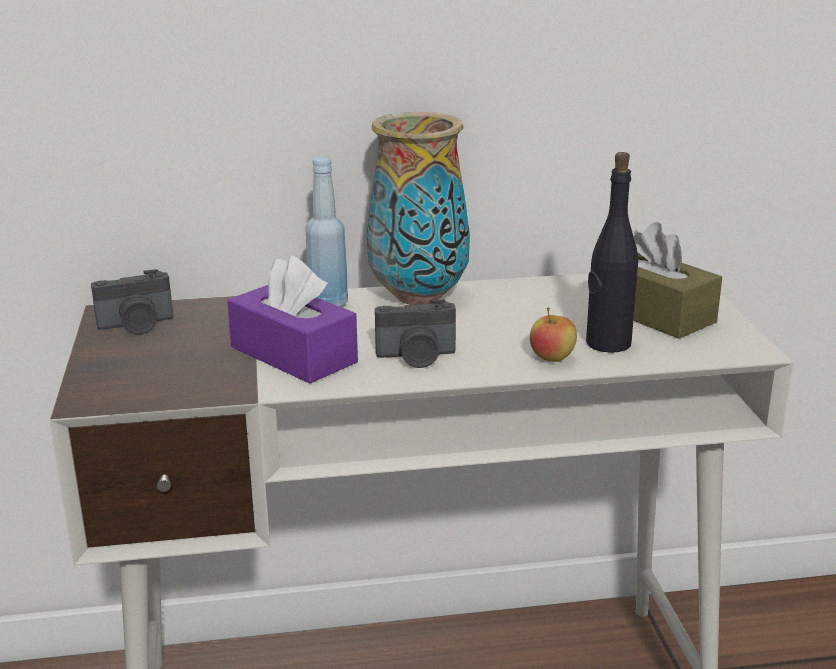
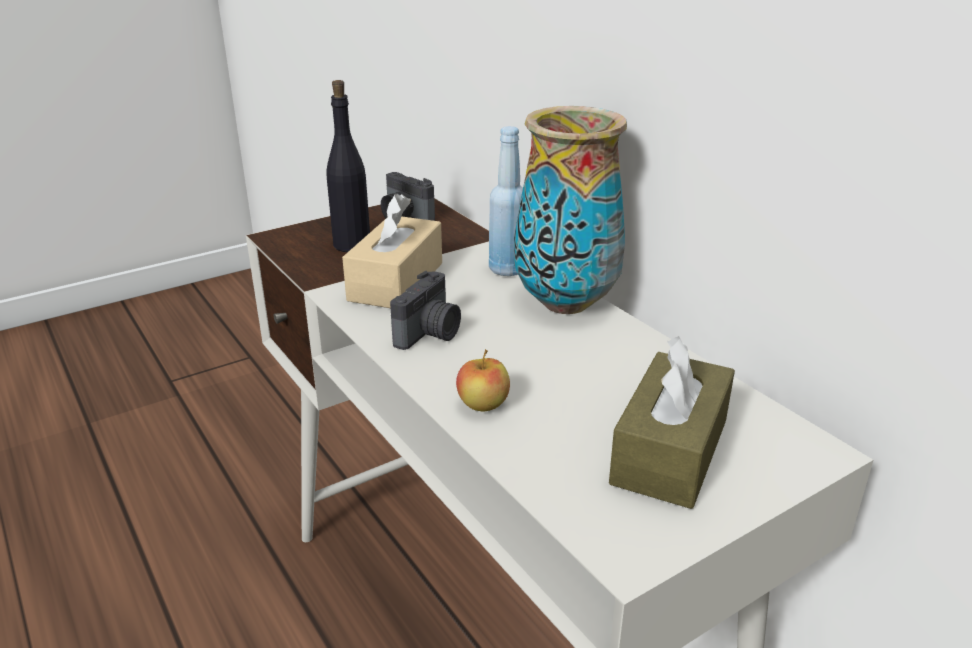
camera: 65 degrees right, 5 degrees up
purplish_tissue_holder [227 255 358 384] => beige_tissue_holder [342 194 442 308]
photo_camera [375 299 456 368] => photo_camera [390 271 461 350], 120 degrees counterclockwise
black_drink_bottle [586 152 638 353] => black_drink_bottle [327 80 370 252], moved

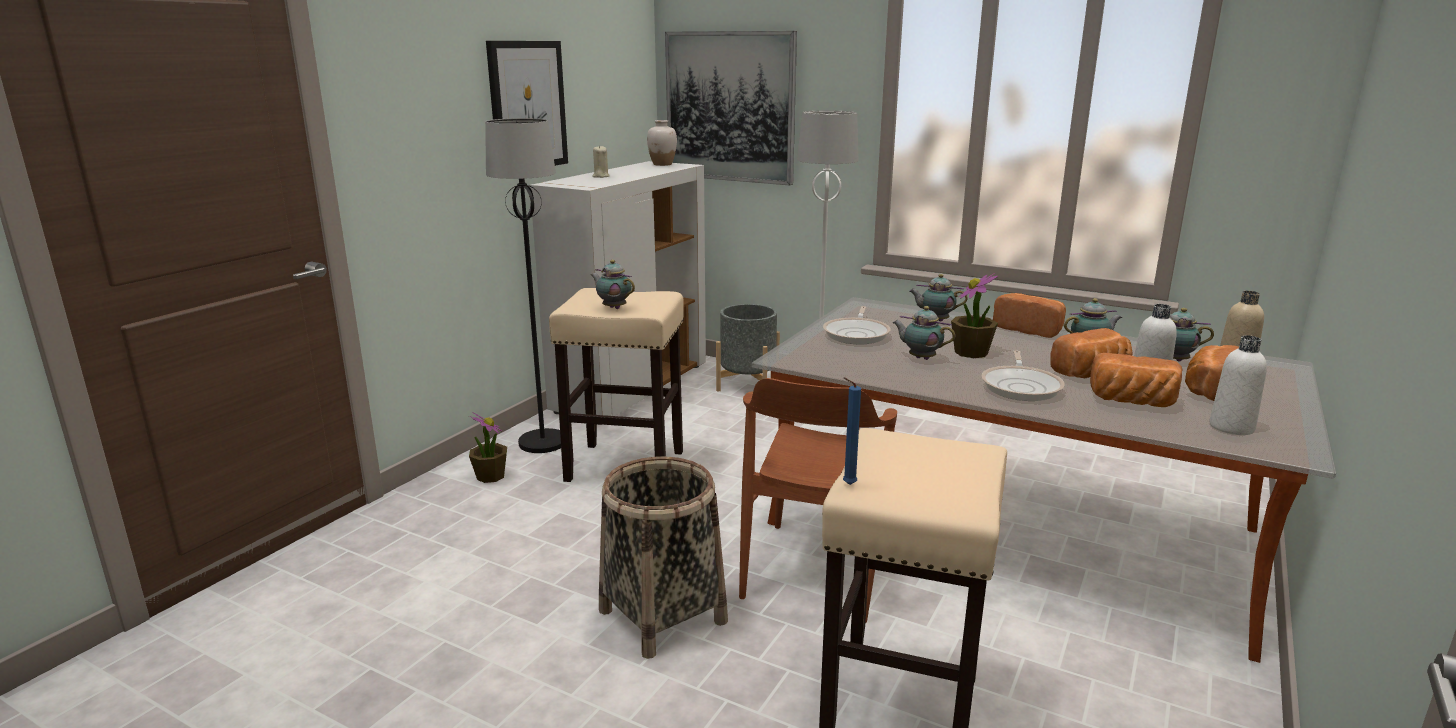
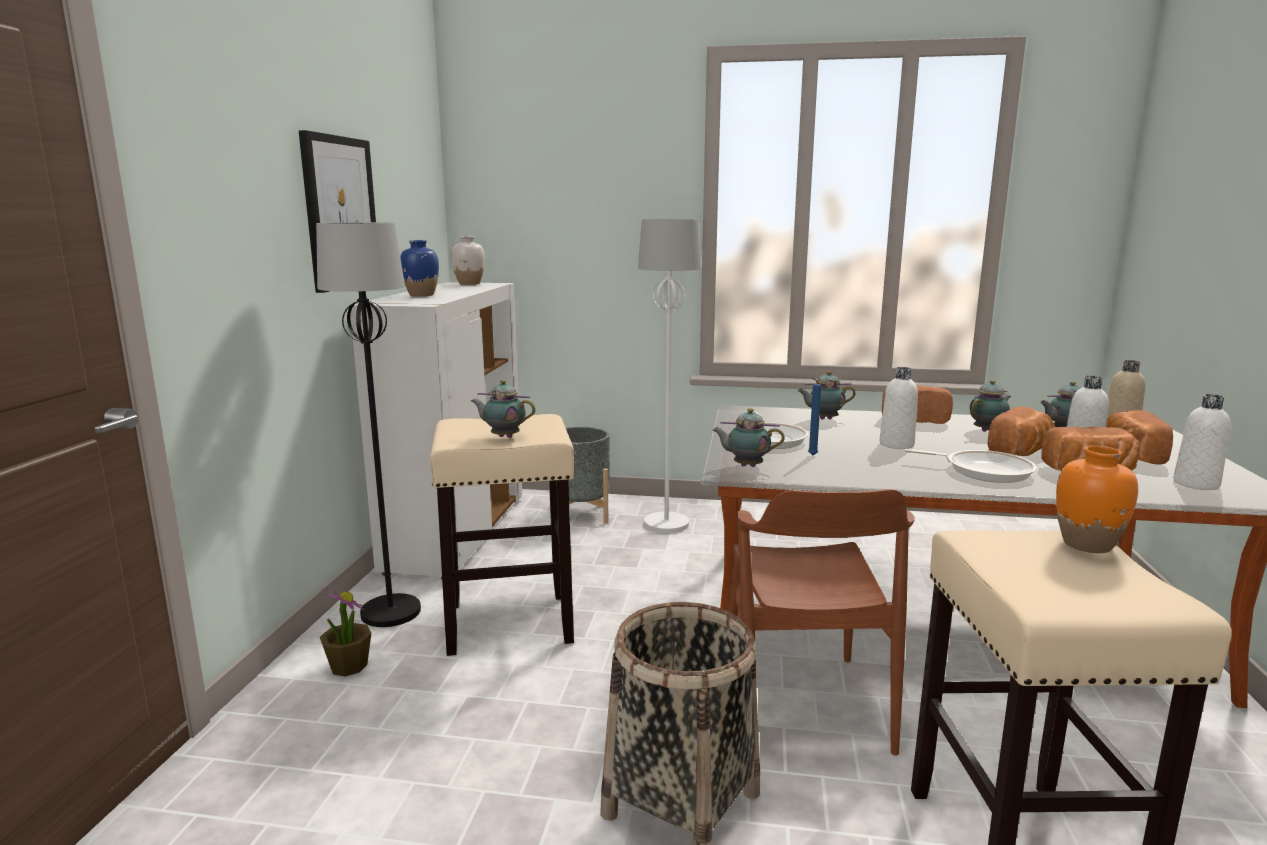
camera: 20 degrees left, 5 degrees down
beige_candle [592 145 610 178] => blue_decorative_vase [400 240 439 296]
wall_art [665 31 797 185] => nothing
blue_candle [843 378 861 485] => blue_candle [808 378 821 456], moved
tea_pot [892 306 955 360] => tea_pot [712 408 785 467], moved
plant_in_a_pot [951 273 998 358] => white_drink_bottle [879 367 918 449]
skillet [981 351 1065 401] => skillet [904 449 1037 483], 60 degrees counterclockwise
nothing => orangey_decorative_vase [1056 446 1138 553]

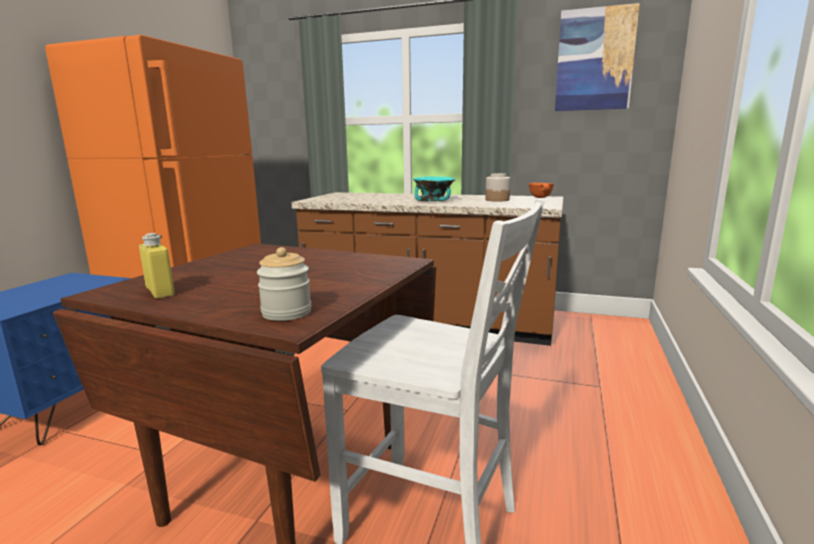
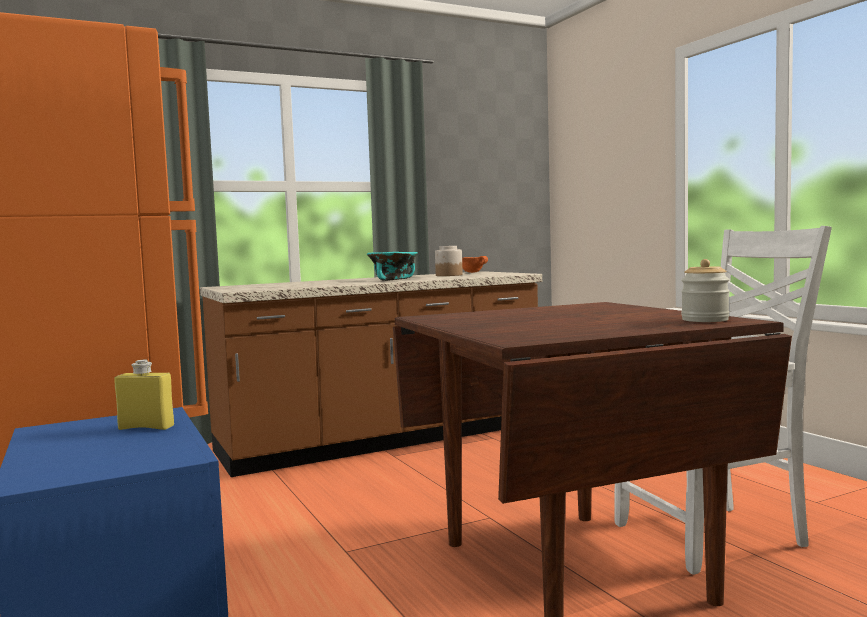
camera: 45 degrees left, 10 degrees down
yellowish_drink_bottle [139 233 175 298] => yellowish_drink_bottle [114 360 174 430], moved
wall_art [555 3 640 111] => nothing

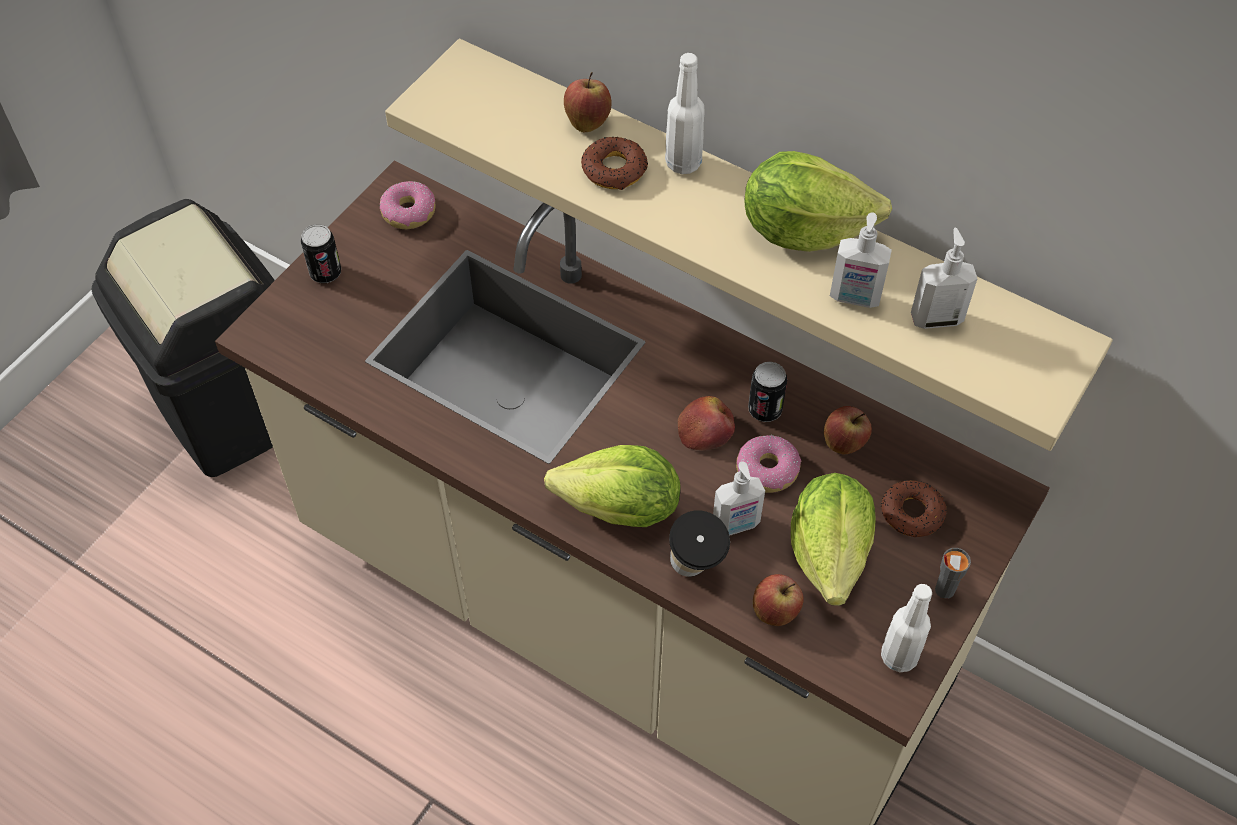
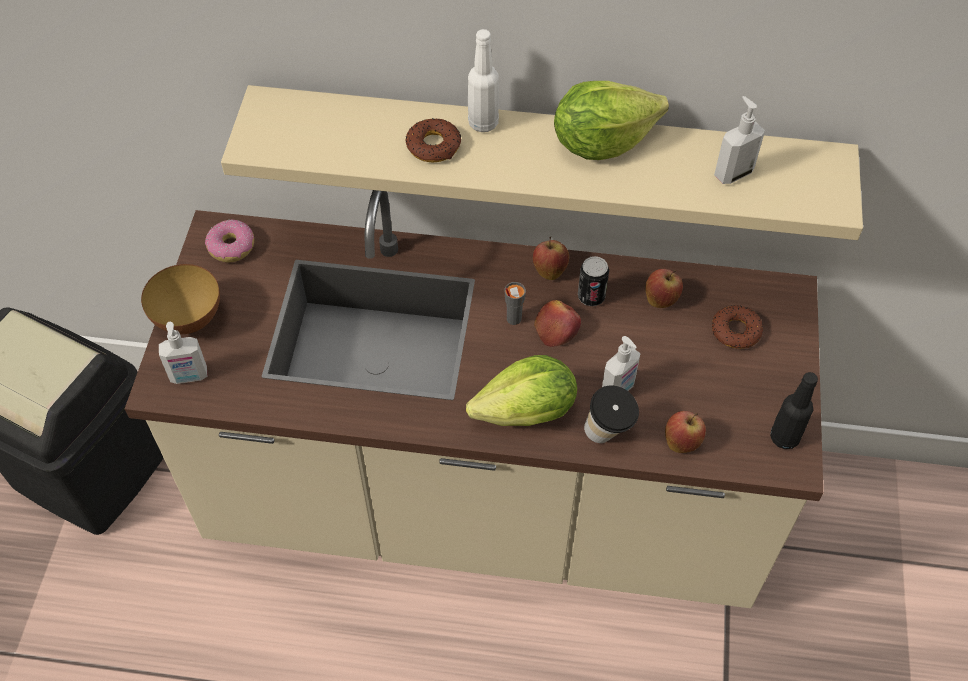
camera: 25 degrees left, 0 degrees up
can [301 224 341 283] => serving_bowl [141 264 220 334]
apple [564 72 611 132] => apple [533 237 569 280], moved
ring_doughnut [736 435 801 493] => nothing
head_of_lettuce [791 473 876 606] => nothing
liquid_soap_bottle [830 212 892 308] => liquid_soap_bottle [159 322 207 384], moved
white_drink_bottle [881 584 932 672] => black_drink_bottle [770 372 818 449]
greyish_cup [935 548 971 599] => greyish_cup [504 282 526 325], moved

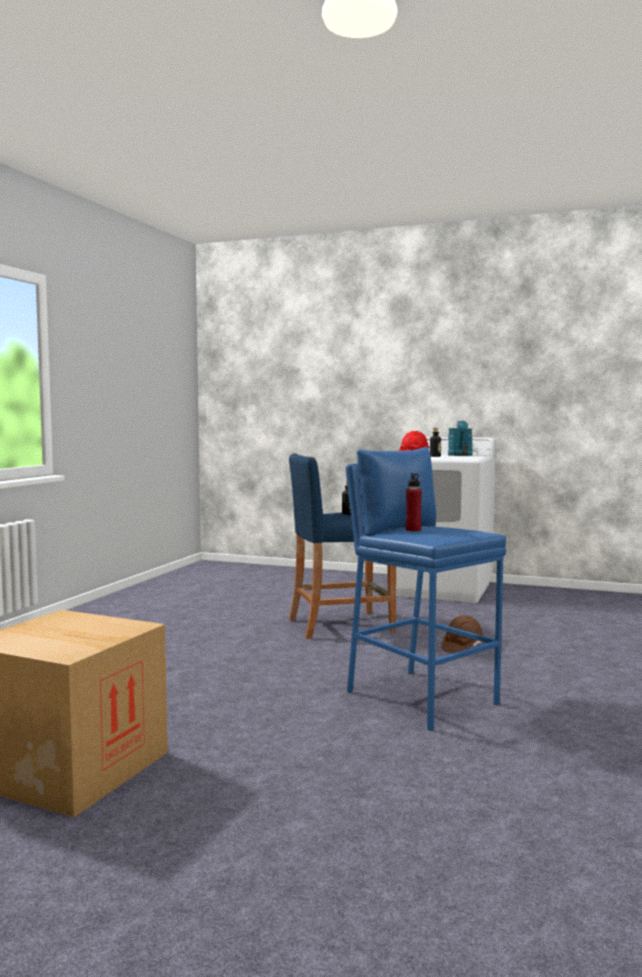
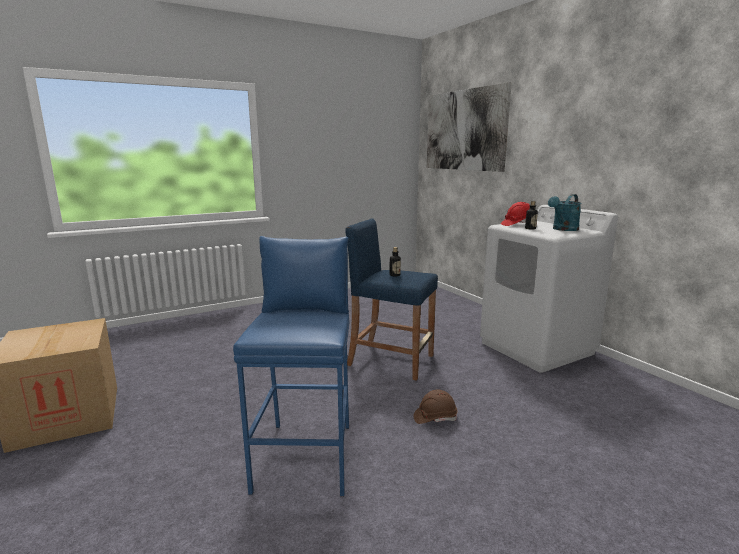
camera: 40 degrees right, 10 degrees up
red-coloured_drink_bottle [406 473 422 531] => nothing
nothing => wall_art [427 82 512 172]

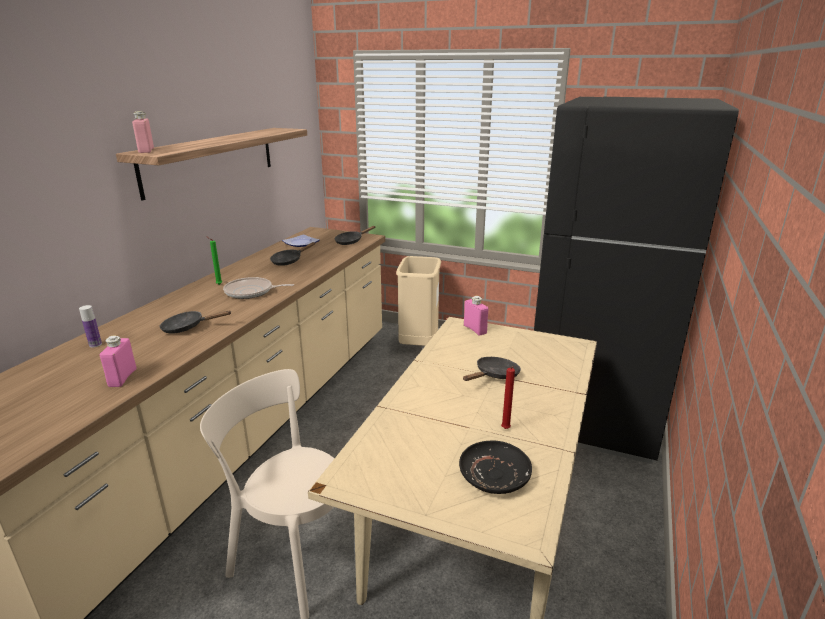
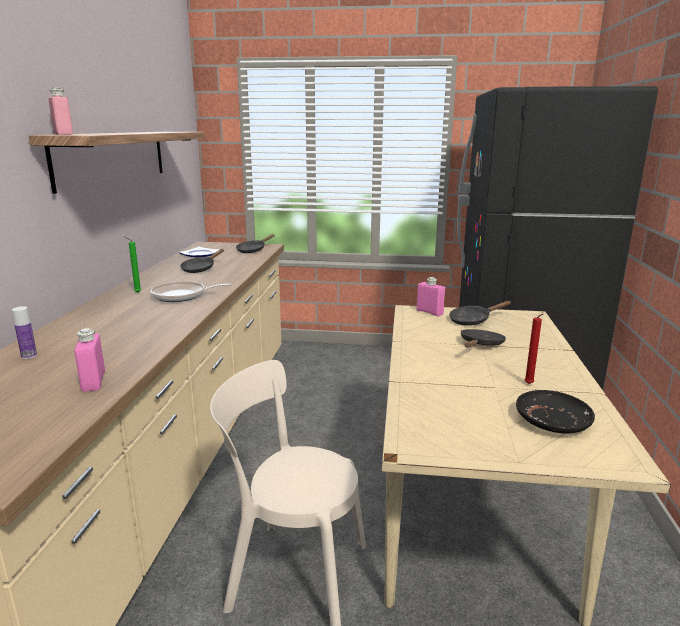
camera: 15 degrees left, 5 degrees down
black_skillet [160 310 231 334] => black_skillet [449 301 511 326], moved
beige_rubbish_bin [396 256 441 346] => nothing

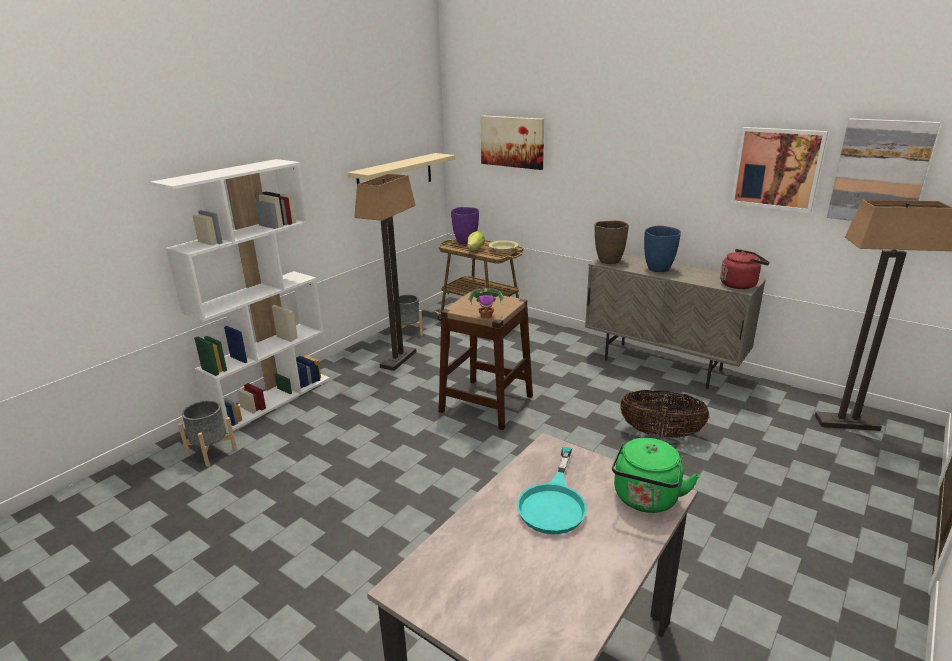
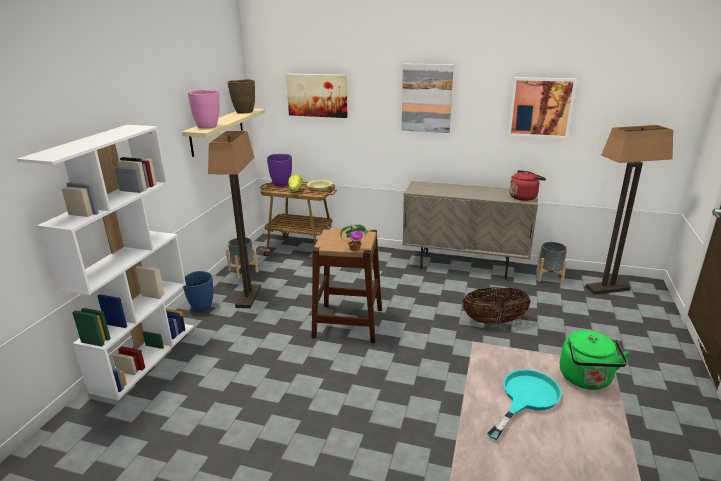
camera: 20 degrees left, 0 degrees up
greyish_flower_pot [178 400 237 467] => greyish_flower_pot [537 242 567 284], moved
turquoise-coloured_skillet [517 447 587 535] => turquoise-coloured_skillet [487 369 562 440], 135 degrees counterclockwise
brownish_decorative_vase [595 220 629 264] => brownish_decorative_vase [228 79 255 114], moved
blue_decorative_vase [644 226 681 272] => blue_decorative_vase [183 271 213 312], moved
wall_art [827 118 940 221] => wall_art [402 64 454 133], moved
nothing => pink_decorative_vase [188 89 220 129]

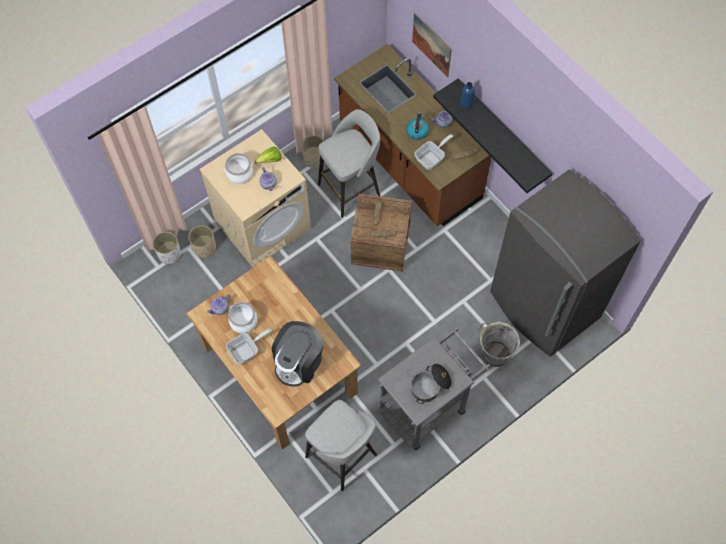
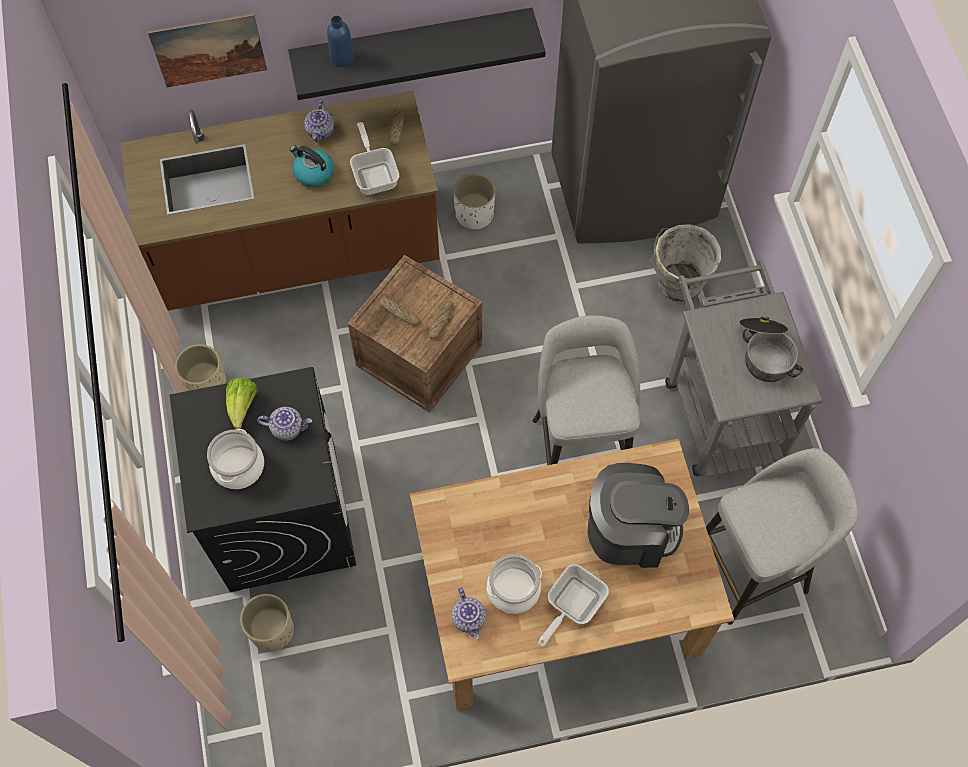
camera: 65 degrees left, 0 degrees up
white_flower_pot [152 231 181 264] => white_flower_pot [453 173 495 229], moved
beige_laundry_appliance [199 129 311 268] => black_laundry_appliance [170 367 356 592]
skillet [226 329 272 364] => skillet [538 564 609 647], 135 degrees counterclockwise
coffee_brewer [272 321 323 386] => coffee_brewer [587 463 689 568], 60 degrees counterclockwise
greyish_sitting_stool [318 109 380 218] => greyish_sitting_stool [533 315 640 465], moved

